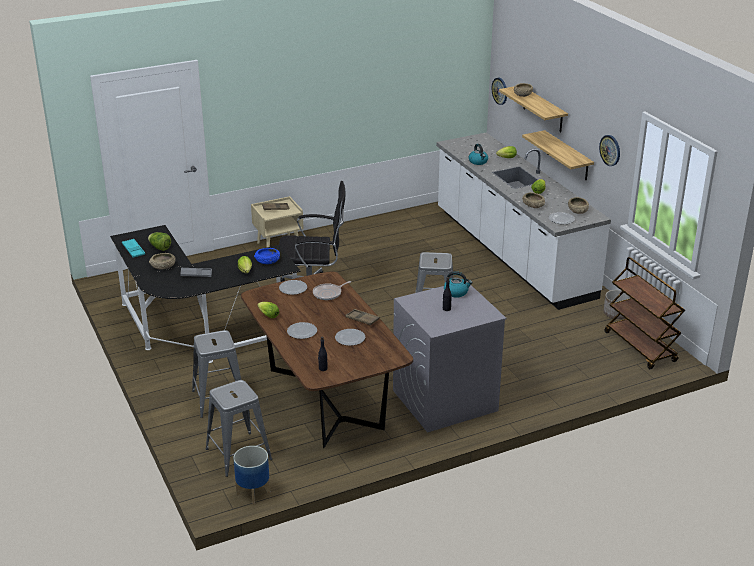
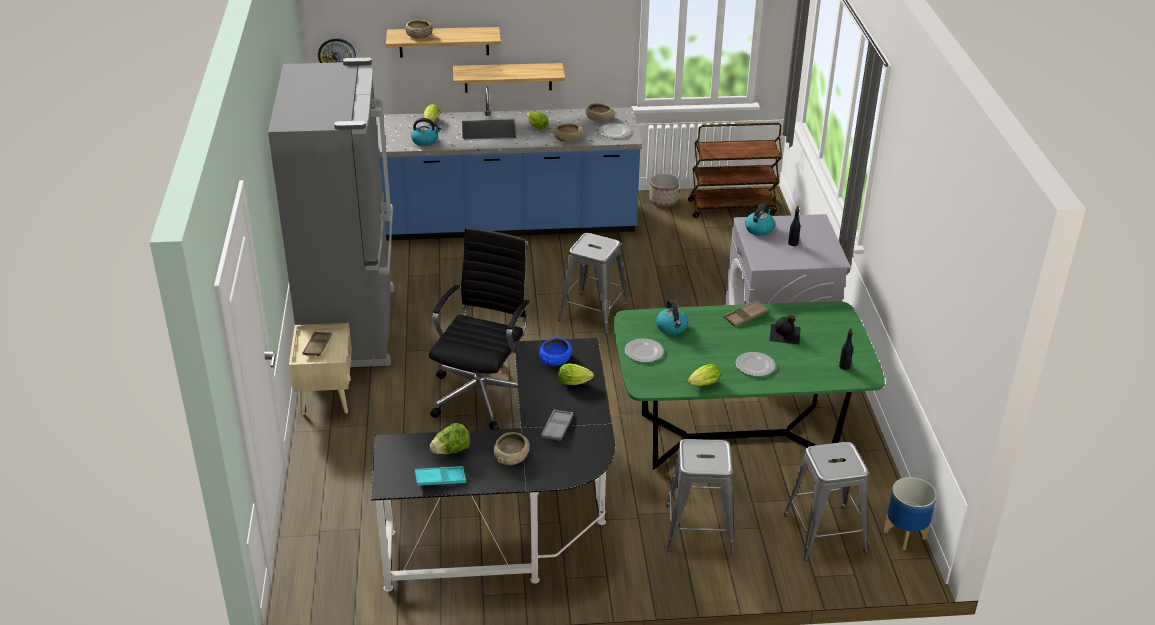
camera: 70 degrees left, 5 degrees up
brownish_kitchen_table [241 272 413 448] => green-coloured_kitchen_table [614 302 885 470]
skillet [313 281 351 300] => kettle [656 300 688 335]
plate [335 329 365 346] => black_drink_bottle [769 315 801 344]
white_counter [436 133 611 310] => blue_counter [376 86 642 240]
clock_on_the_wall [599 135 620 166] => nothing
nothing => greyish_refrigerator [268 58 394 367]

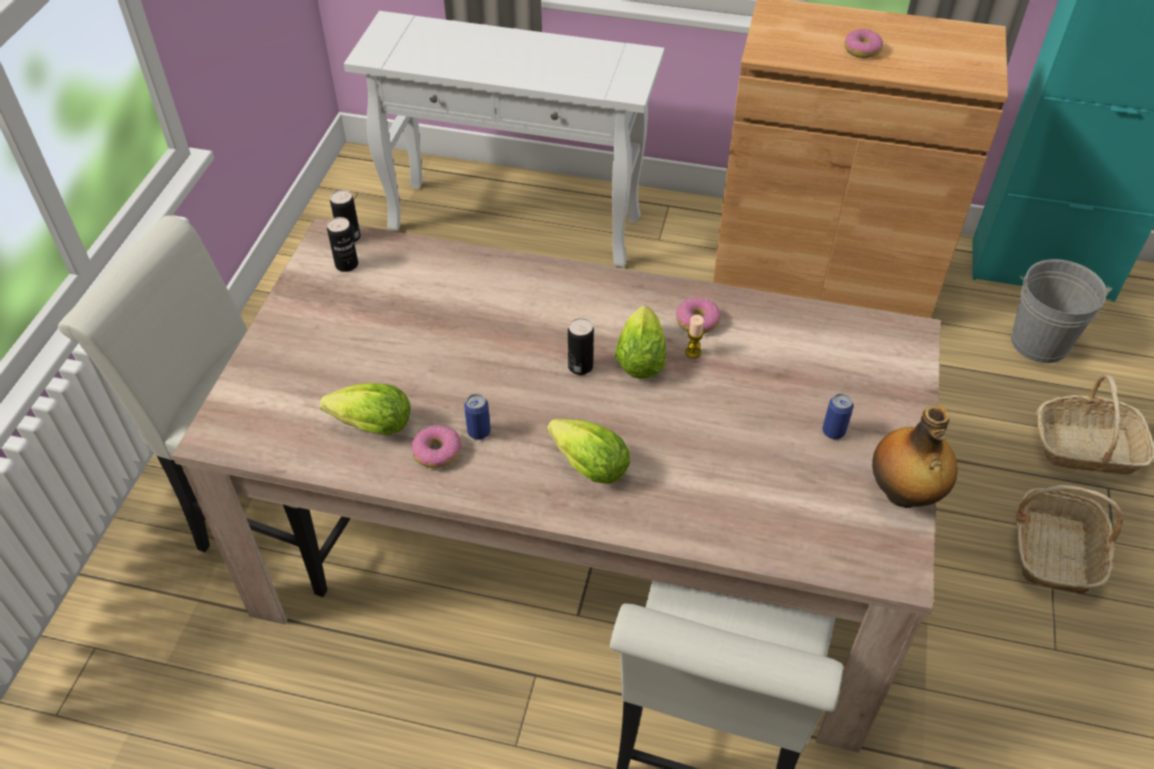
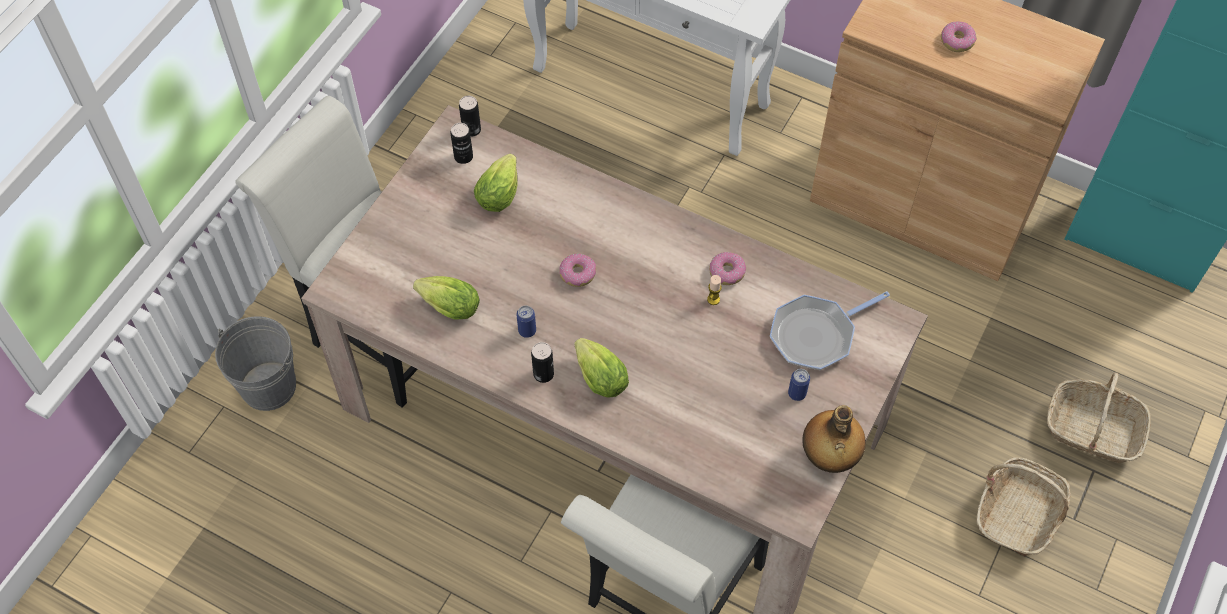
camera: 15 degrees right, 10 degrees up
ring_doughnut [411 425 462 468] => ring_doughnut [559 254 596 287], moved
can [568 318 594 375] => can [531 342 554 383], moved
head_of_lettuce [615 305 666 379] => head_of_lettuce [474 154 518 212], moved
greyish_water_bucket [1011 259 1112 363] => greyish_water_bucket [215 316 296 411], moved
nothing => skillet [770 291 890 370]

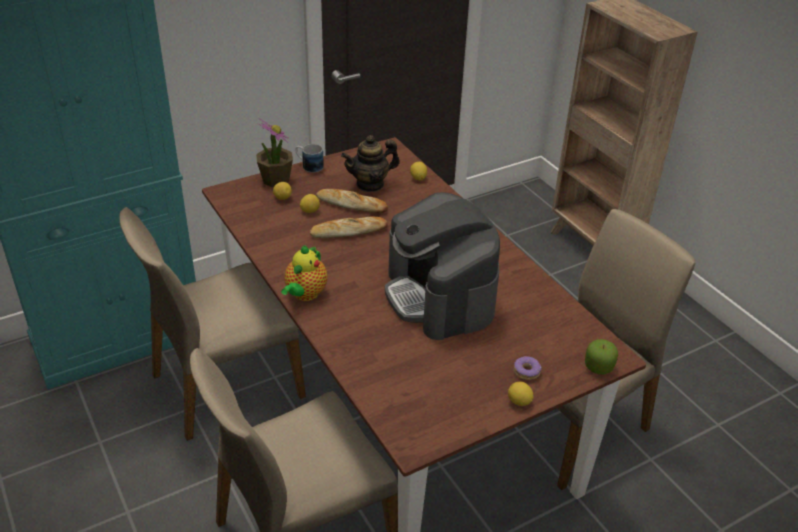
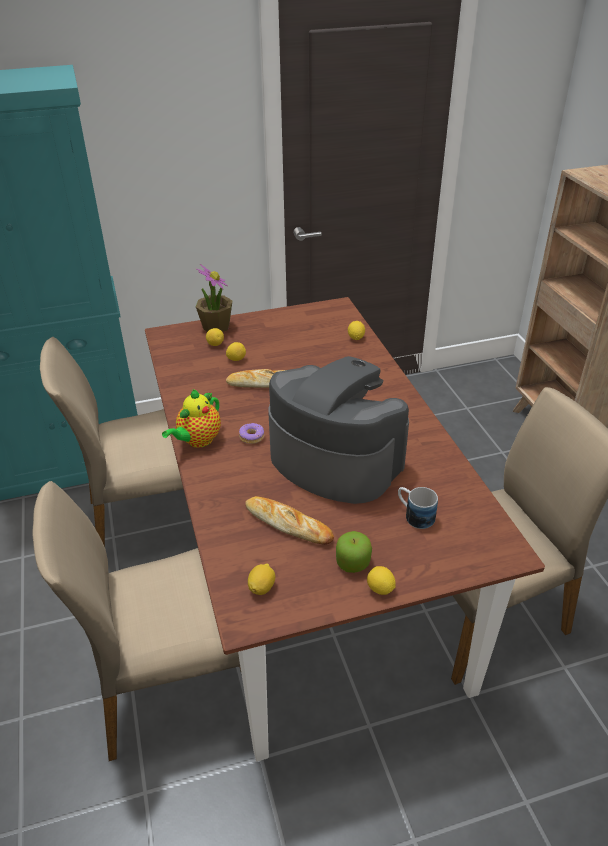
camera: 15 degrees right, 0 degrees up
mug [295 144 324 173] => mug [398 487 438 529], moved
bread [316 189 388 213] => bread [245 496 334 545], moved
tea_pot [341 135 400 192] => nothing
coffee_brewer [385 192 500 340] => coffee_brewer [268 356 409 504], 135 degrees clockwise
ring_doughnut [514 356 541 380] => ring_doughnut [239 423 264 444], moved
apple [585 339 618 375] => apple [336 531 372 573], moved
nothing => lemon [248 563 275 595]

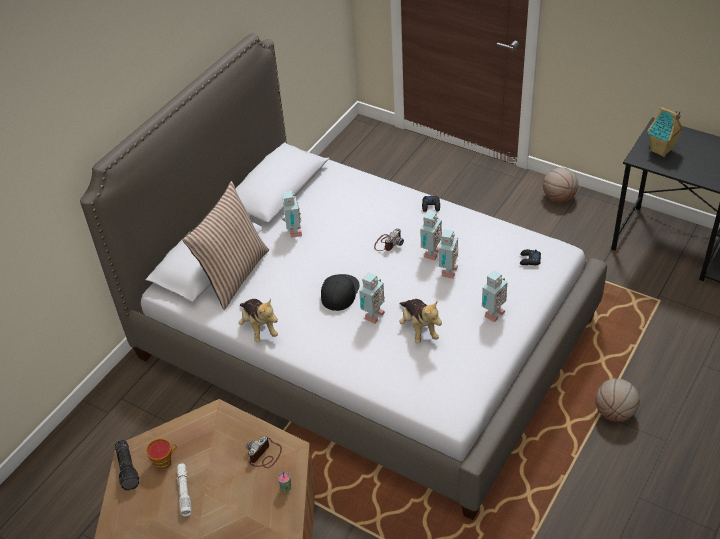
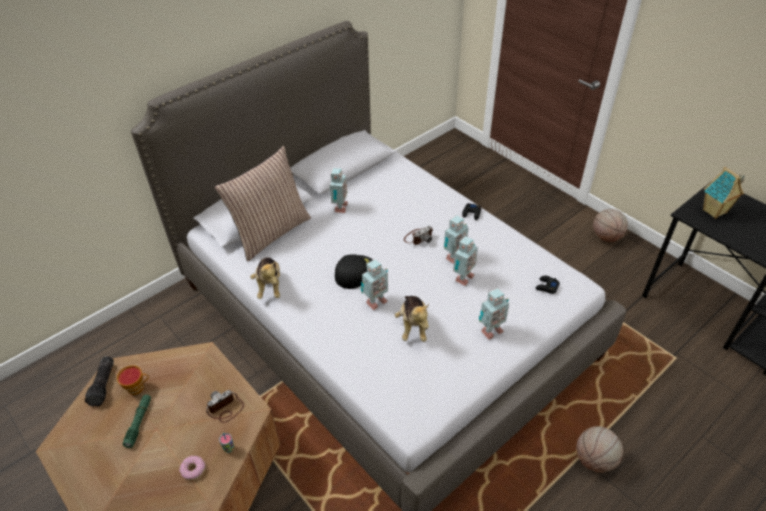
camera: 15 degrees right, 0 degrees up
white_flashlight [177 463 191 516] => green-coloured_flashlight [123 395 151 448]
nothing => ring_doughnut [179 456 206 480]

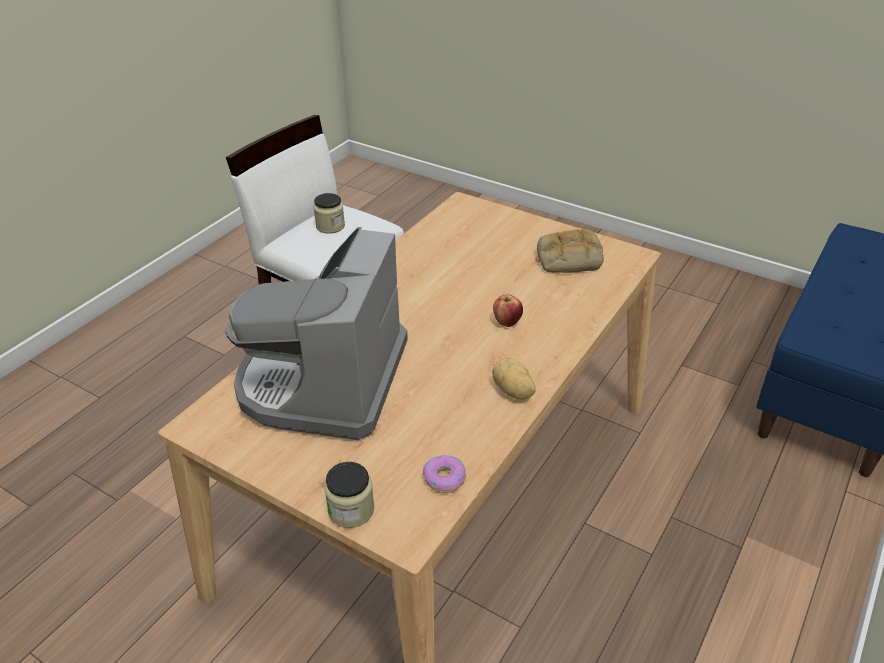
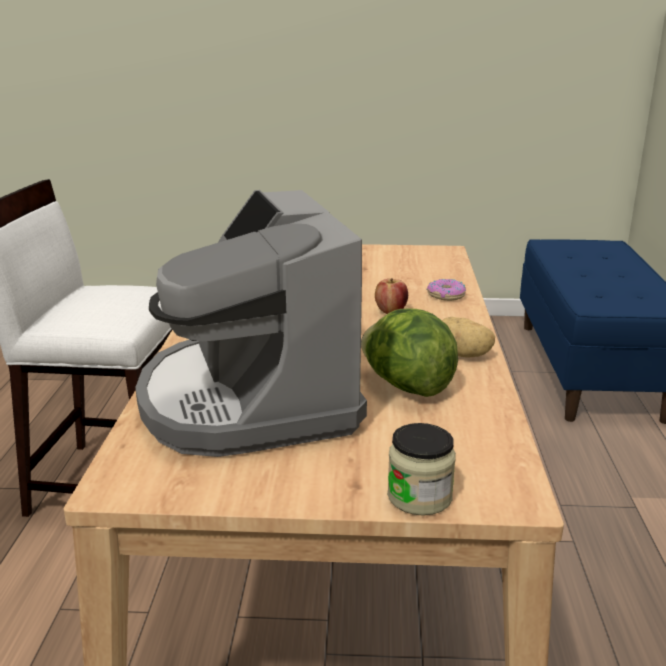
camera: 30 degrees left, 15 degrees down
preserve_jar [314 193 345 234] => nothing
ring_doughnut [423 455 466 493] => ring_doughnut [427 279 466 301], moved
bread [537 229 604 273] => nothing
nothing => head_of_lettuce [361 309 458 397]

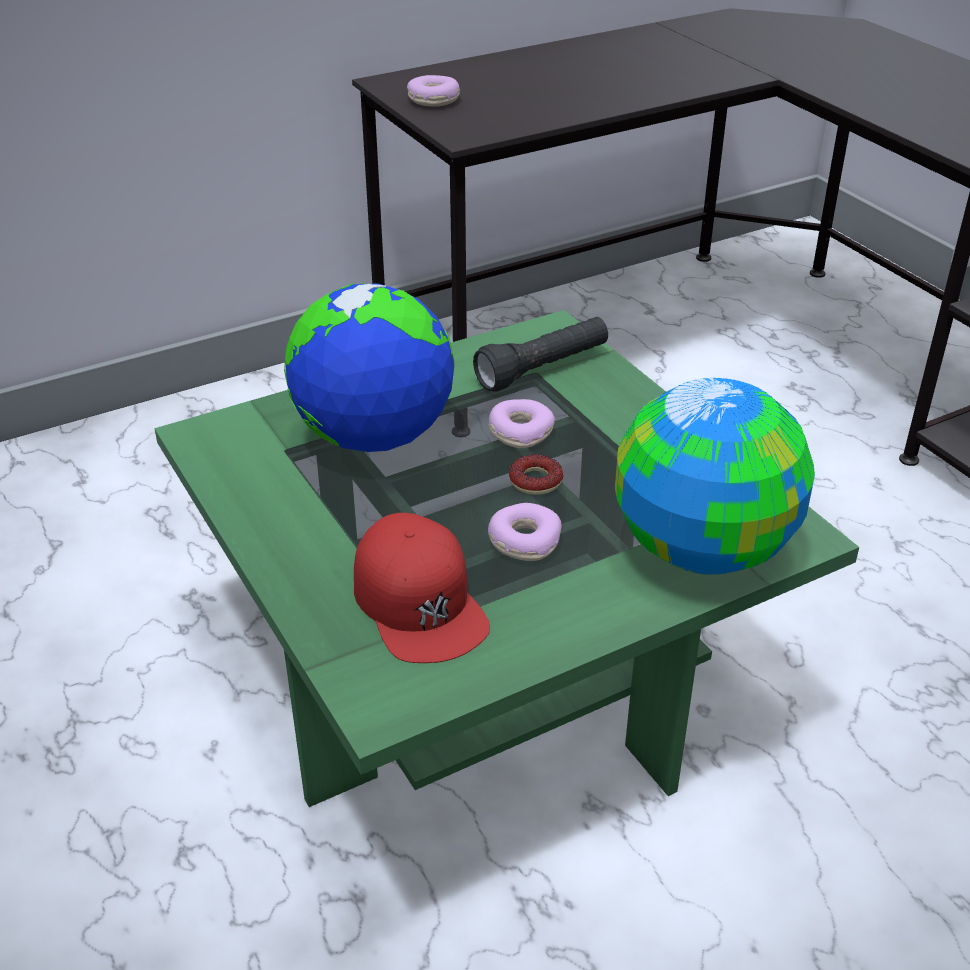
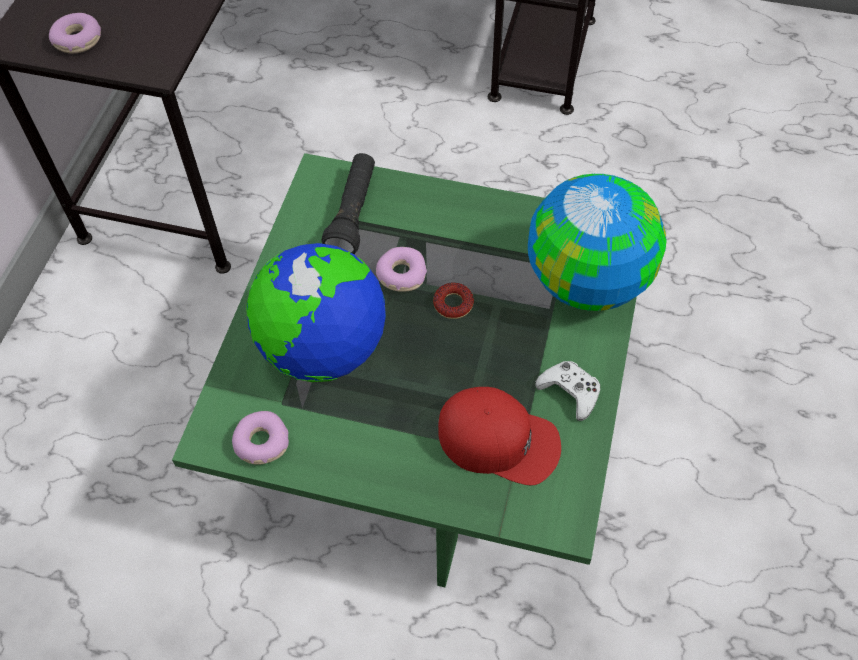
camera: 45 degrees left, 20 degrees up
ring_doughnut [488 503 562 561] => ring_doughnut [232 411 289 465], moved
nothing => white_gamepad [535 361 600 421]

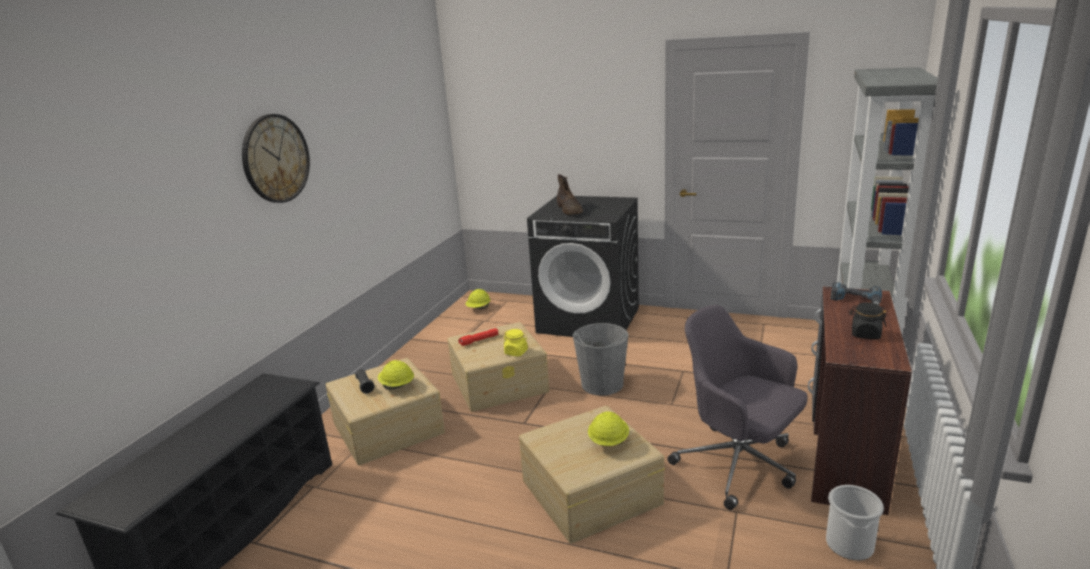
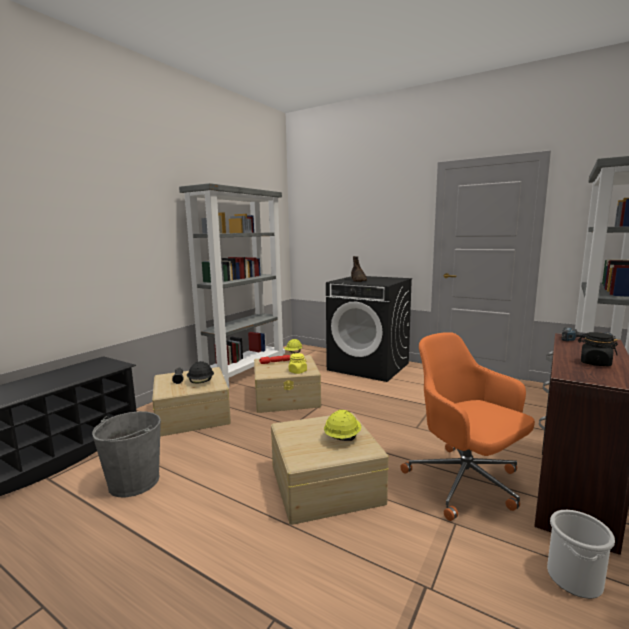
camera: 10 degrees right, 10 degrees down
clock_on_the_wall [242 114 310 203] => nothing
yellowish_safety_helmet [378 360 414 390] => black_safety_helmet [187 361 214 383]
greyish_water_bucket [573 323 628 396] => greyish_water_bucket [92 411 161 498], moved
greyish_computer_chair [667 305 807 510] => orangey_computer_chair [400 332 535 521]
nothing => greyish_bookshelf [179 183 285 388]

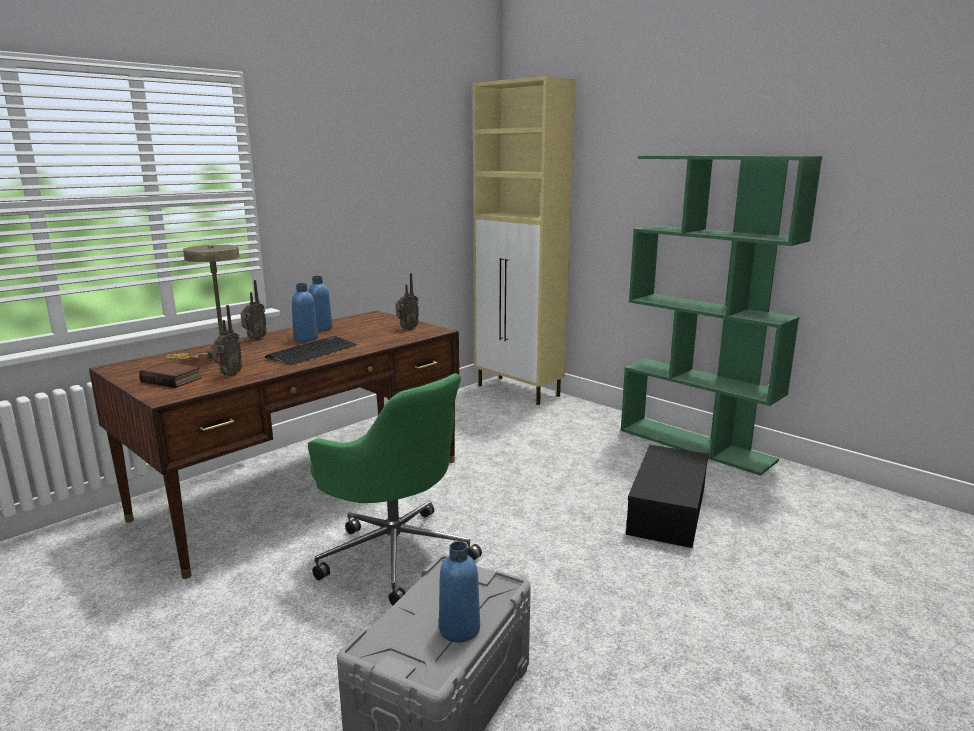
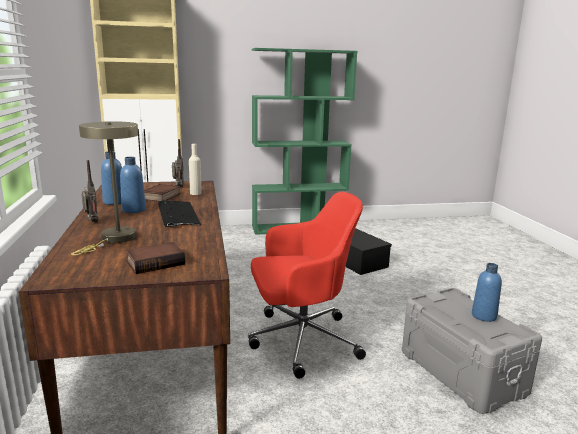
camera: 55 degrees left, 0 degrees up
radio [211 305 242 377] => nothing
green-coloured_computer_chair [308 373 482 606] => red-coloured_computer_chair [248 192 366 379]
nothing => bound_book [144 184 181 202]
nothing => beige_drink_bottle [189 144 202 195]

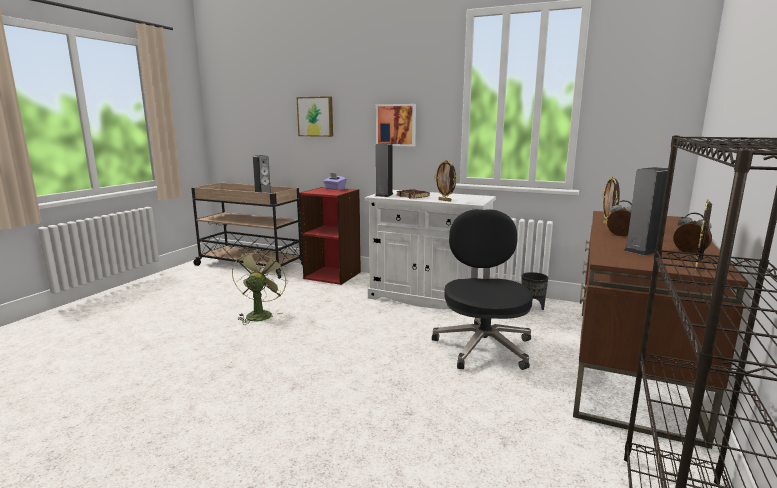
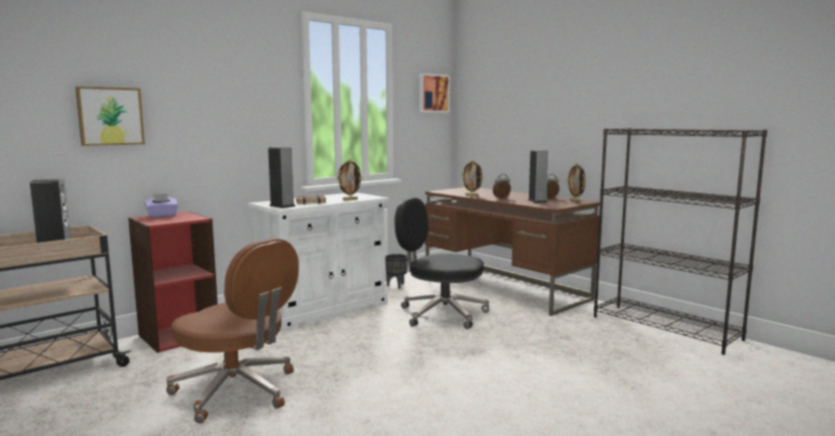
camera: 65 degrees left, 5 degrees down
green-coloured_fan [232 249 288 325] => brownish_computer_chair [166 238 299 423]
wall_art [376 104 416 147] => wall_art [419 73 450 113], moved

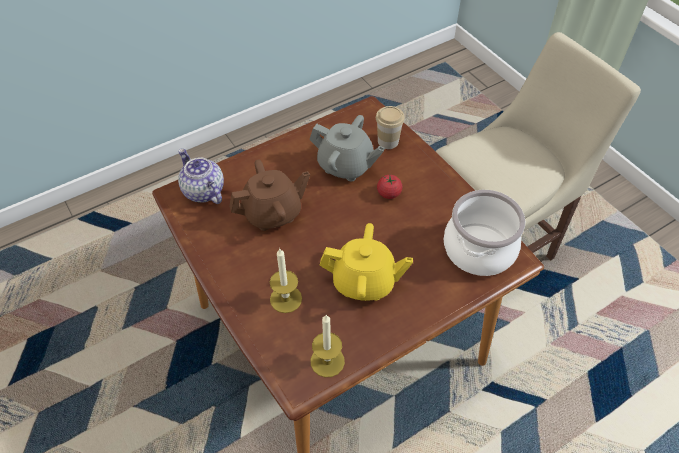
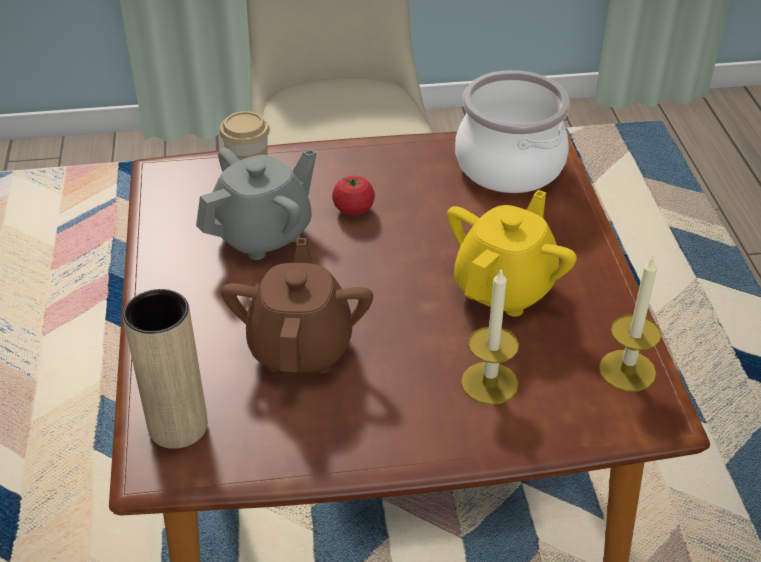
camera: 65 degrees left, 10 degrees down
tea_pot [178 149 224 204] => beige_decorative_vase [123 289 208 449]

